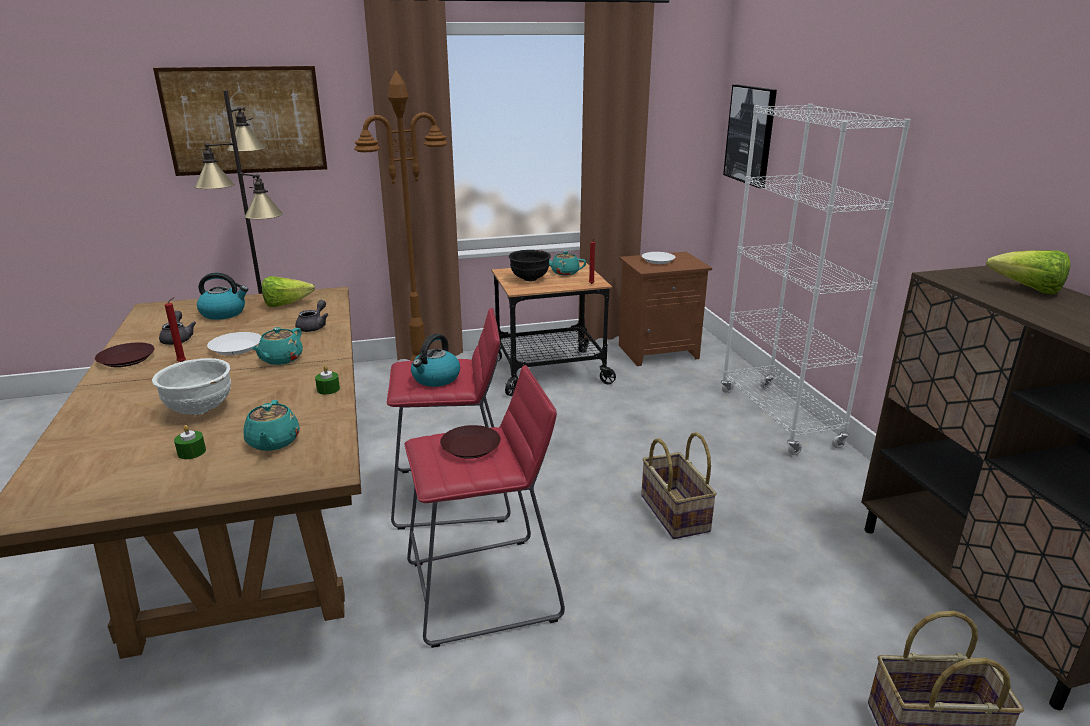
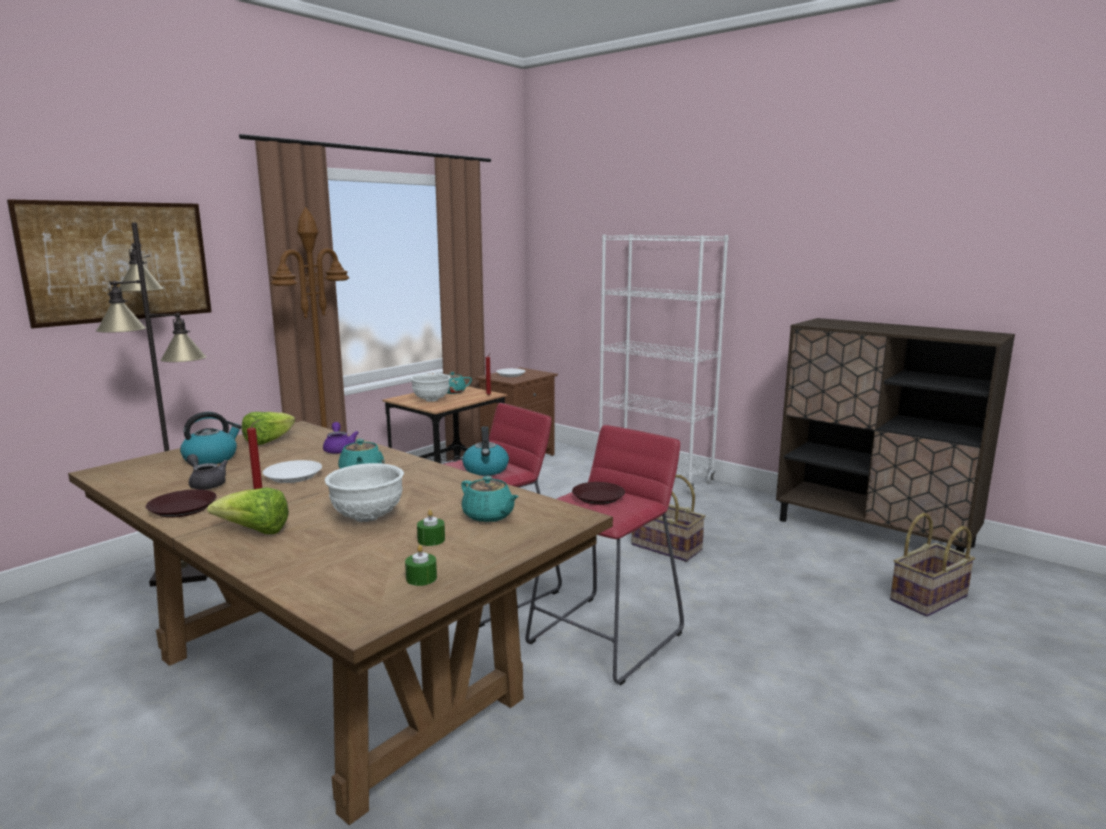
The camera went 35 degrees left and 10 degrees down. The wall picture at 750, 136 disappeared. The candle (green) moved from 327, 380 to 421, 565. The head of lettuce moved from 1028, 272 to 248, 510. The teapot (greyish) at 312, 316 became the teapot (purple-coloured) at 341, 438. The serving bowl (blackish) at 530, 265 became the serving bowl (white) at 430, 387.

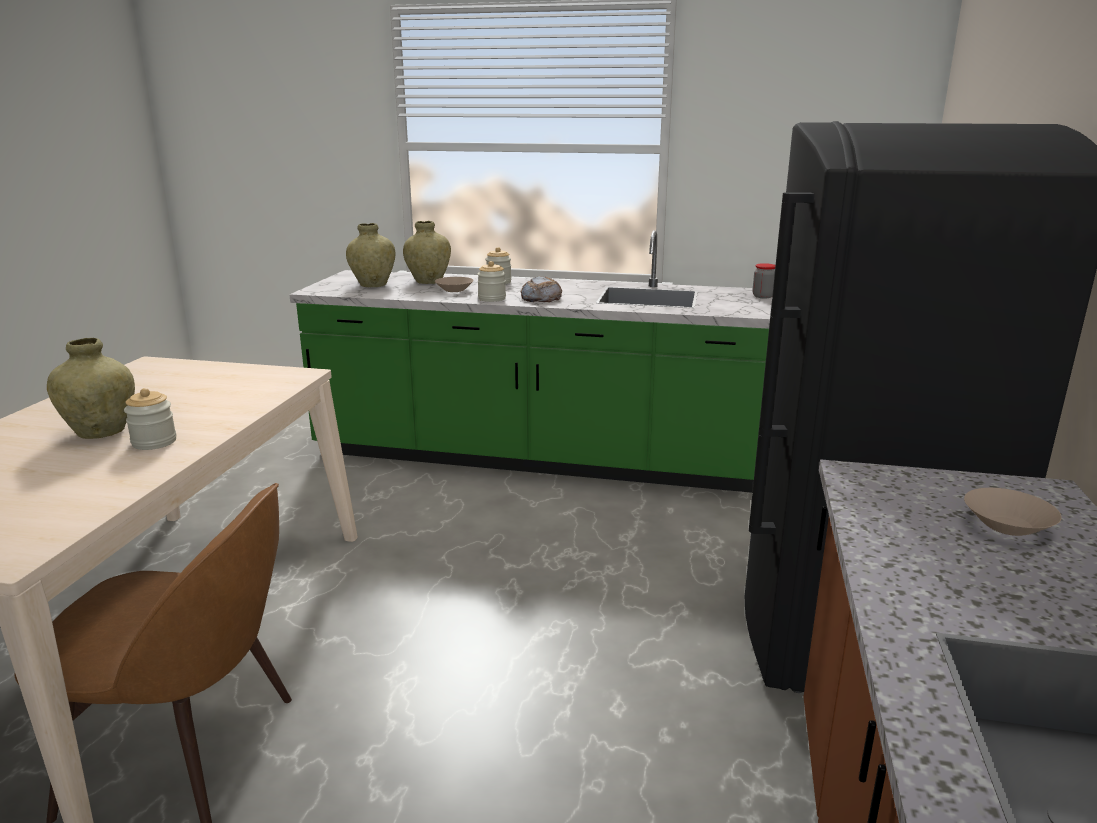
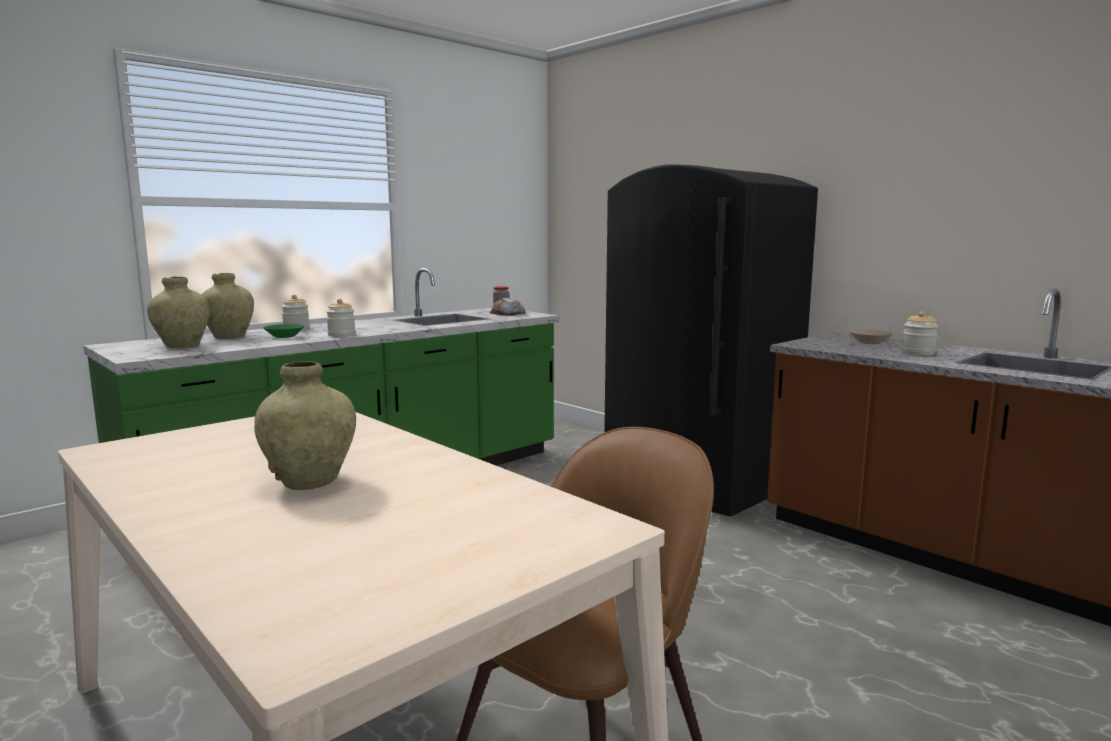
The camera went 55 degrees left and 10 degrees down. The jar moved from 150, 419 to 919, 333. The bread moved from 541, 289 to 507, 306. The serving bowl (sand-coloured) at 454, 284 became the serving bowl (green) at 284, 331.

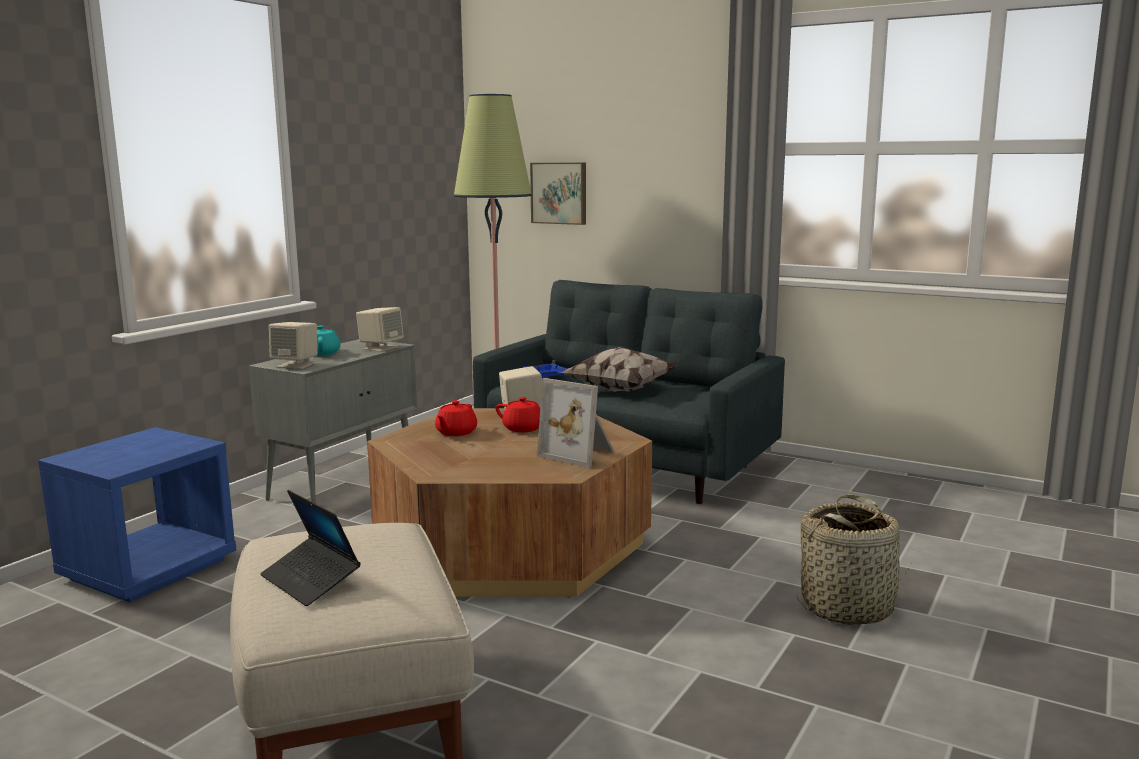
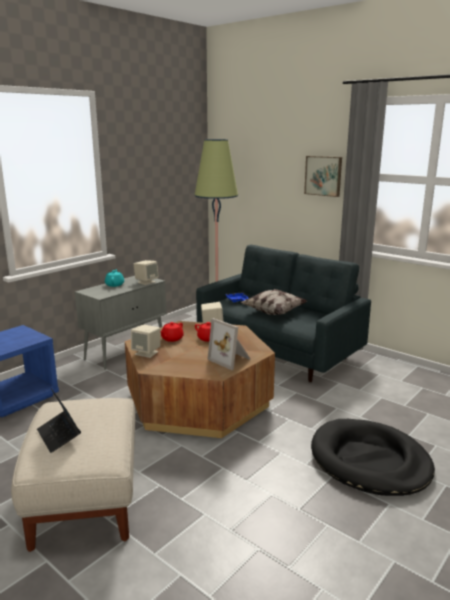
The camera went 10 degrees right and 5 degrees up. The speaker (sand-coloured) moved from 293, 345 to 146, 341. The wall picture moved from 558, 194 to 323, 176. The household basket at 854, 559 was replaced by the dog cushion (blackish) at 373, 457.

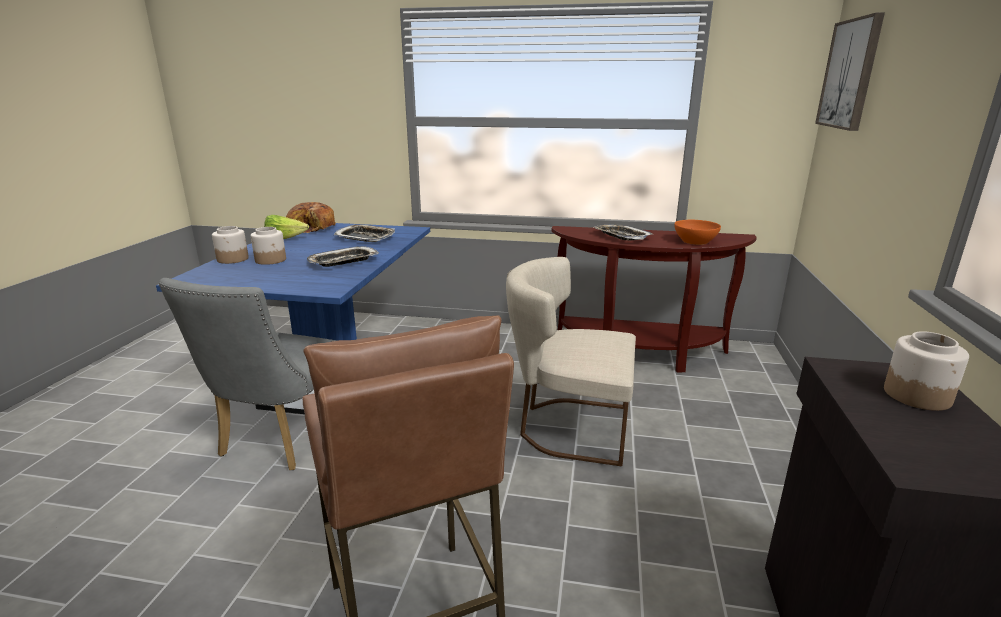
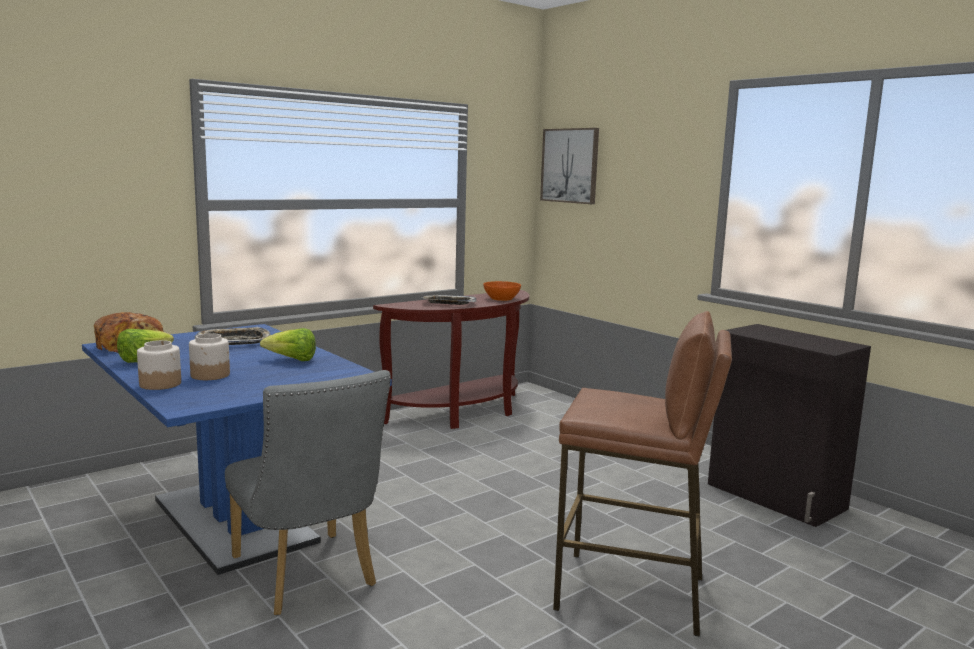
The camera went 50 degrees left and 10 degrees down. The plain chair (sand-coloured) at 571, 361 disappeared. The jar at 926, 371 disappeared. The tray at 343, 256 was replaced by the head of lettuce at 288, 344.

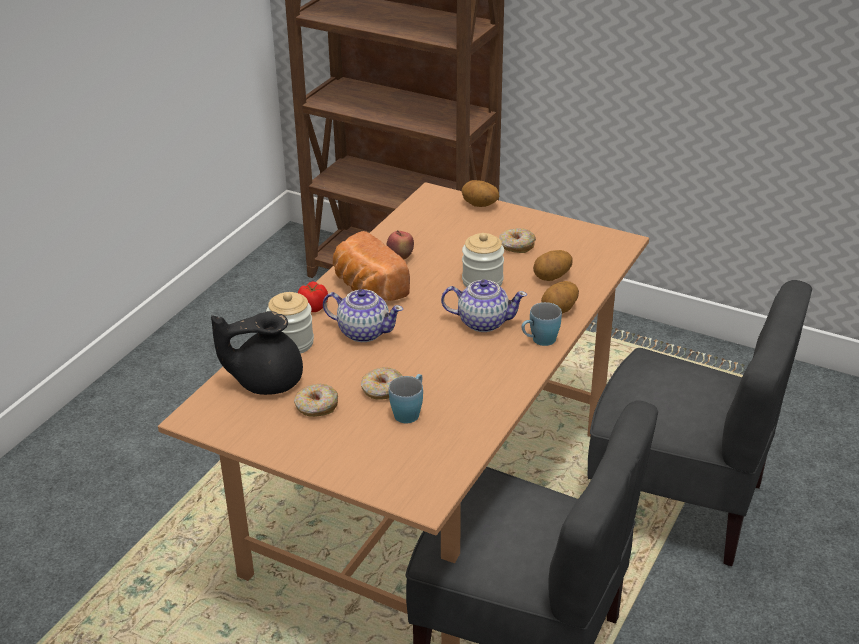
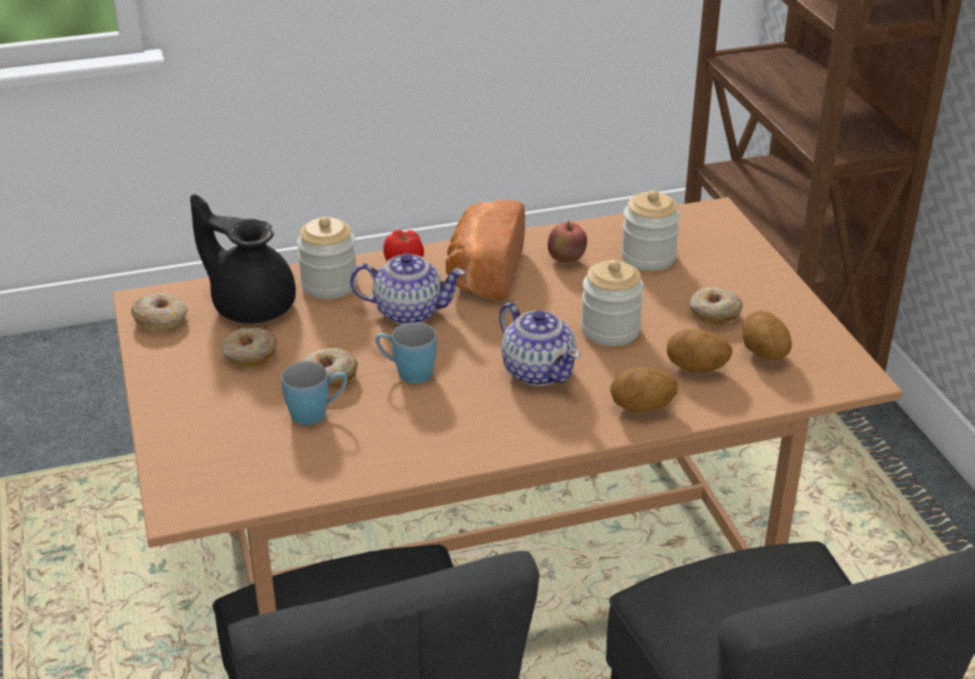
The camera went 45 degrees right and 0 degrees up. The ring doughnut at 159, 312 appeared. The jar at 650, 230 appeared. The spud moved from 481, 193 to 767, 335. The coffee mug (blue-coloured) moved from 542, 324 to 406, 353. The teapot at 363, 315 turned 60 degrees counterclockwise.

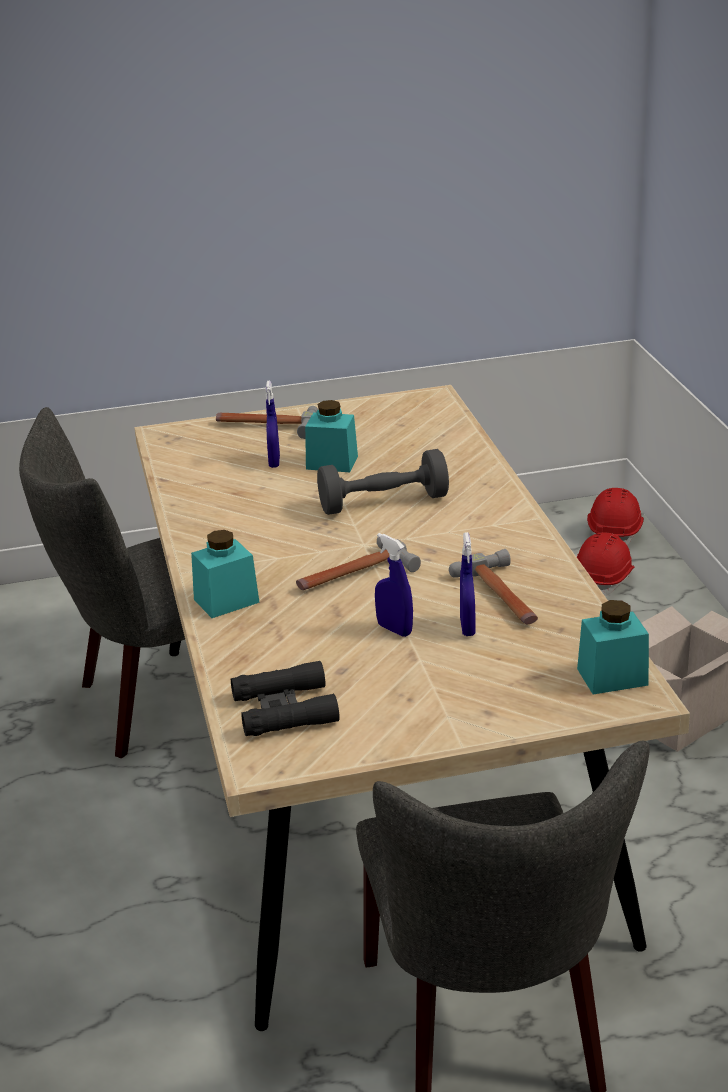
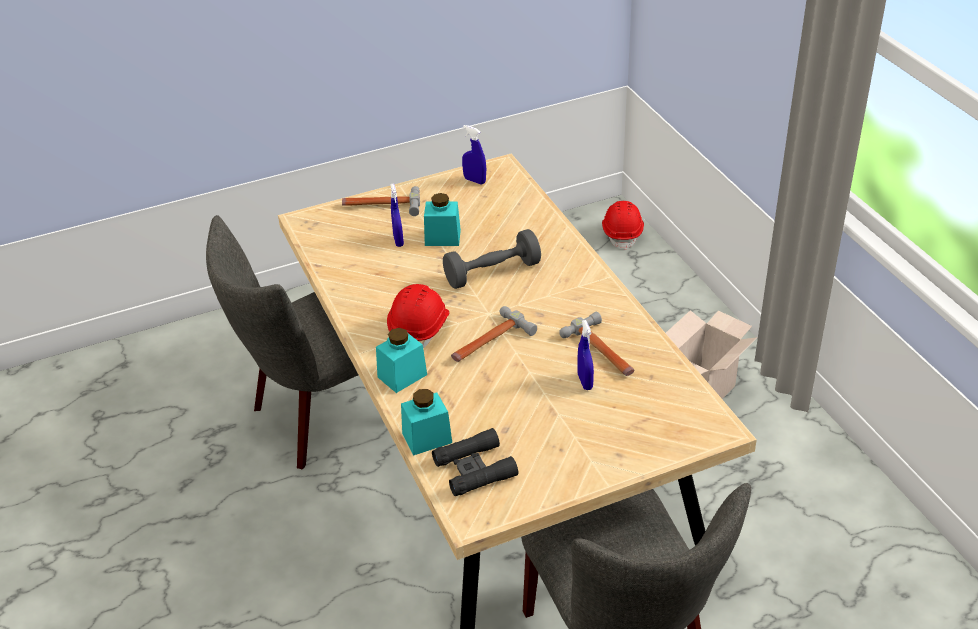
The camera went 10 degrees left and 10 degrees up. The spray bottle (blue-coloured) moved from 394, 585 to 474, 154. The work helmet (red-coloured) moved from 606, 564 to 418, 316. The jar (turquoise) moved from 613, 647 to 426, 422.

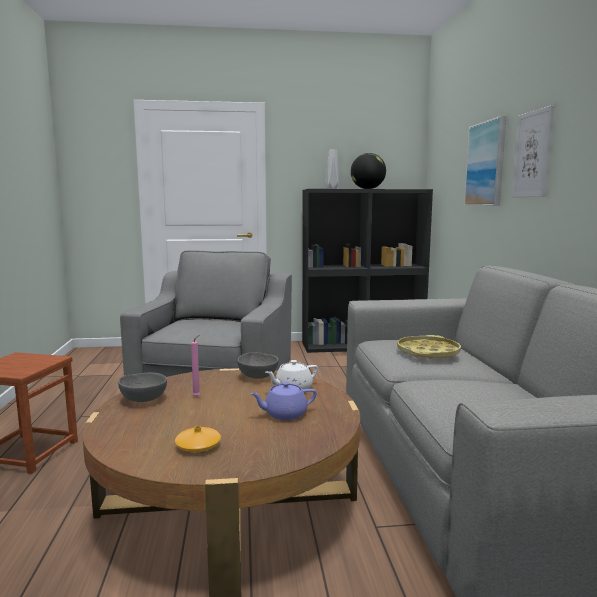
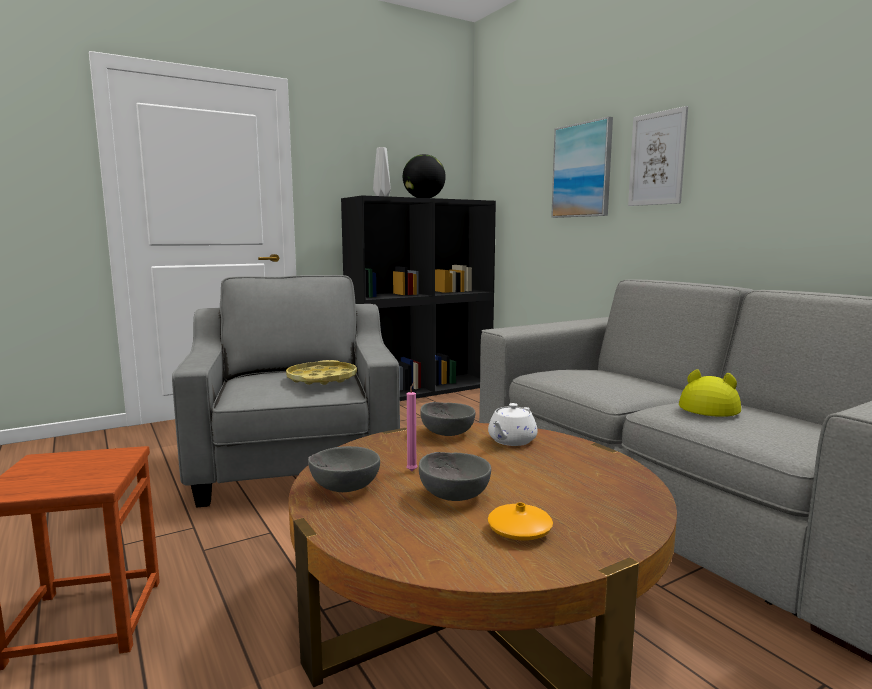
The camera went 25 degrees left and 0 degrees up. The teapot (purple-coloured) at 283, 401 disappeared. The serving bowl (greyish) at 455, 476 appeared. The clothing hat (yellow) at 710, 393 appeared. The tray (yellow) moved from 429, 347 to 321, 372.

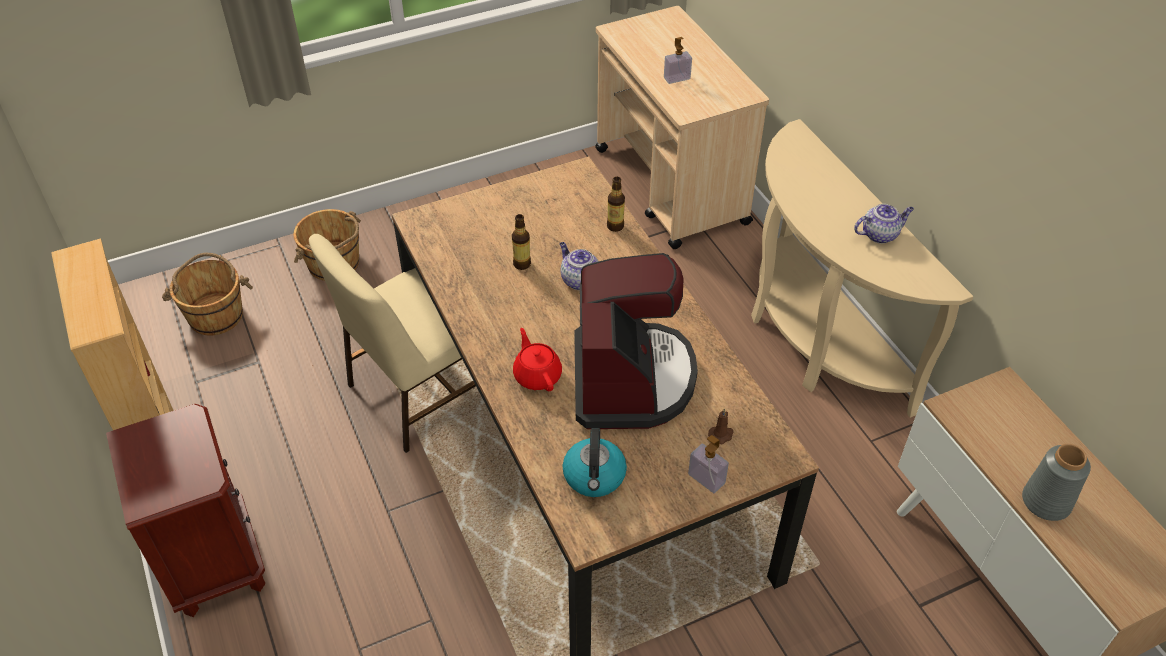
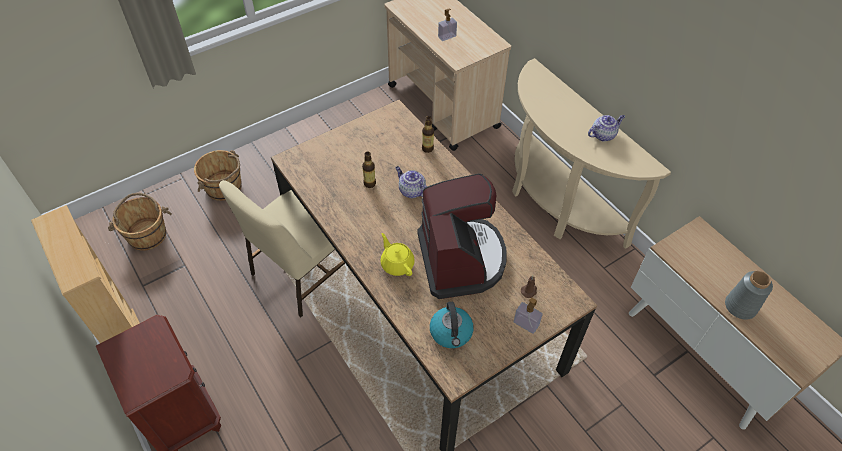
The camera went 10 degrees left and 5 degrees up. The teapot (red-coloured) at 537, 359 became the teapot (yellow) at 398, 254.

